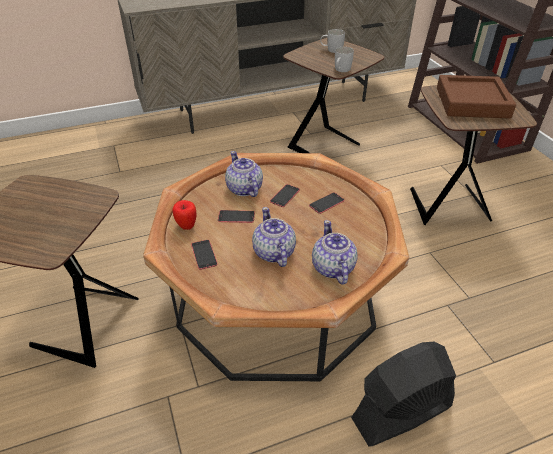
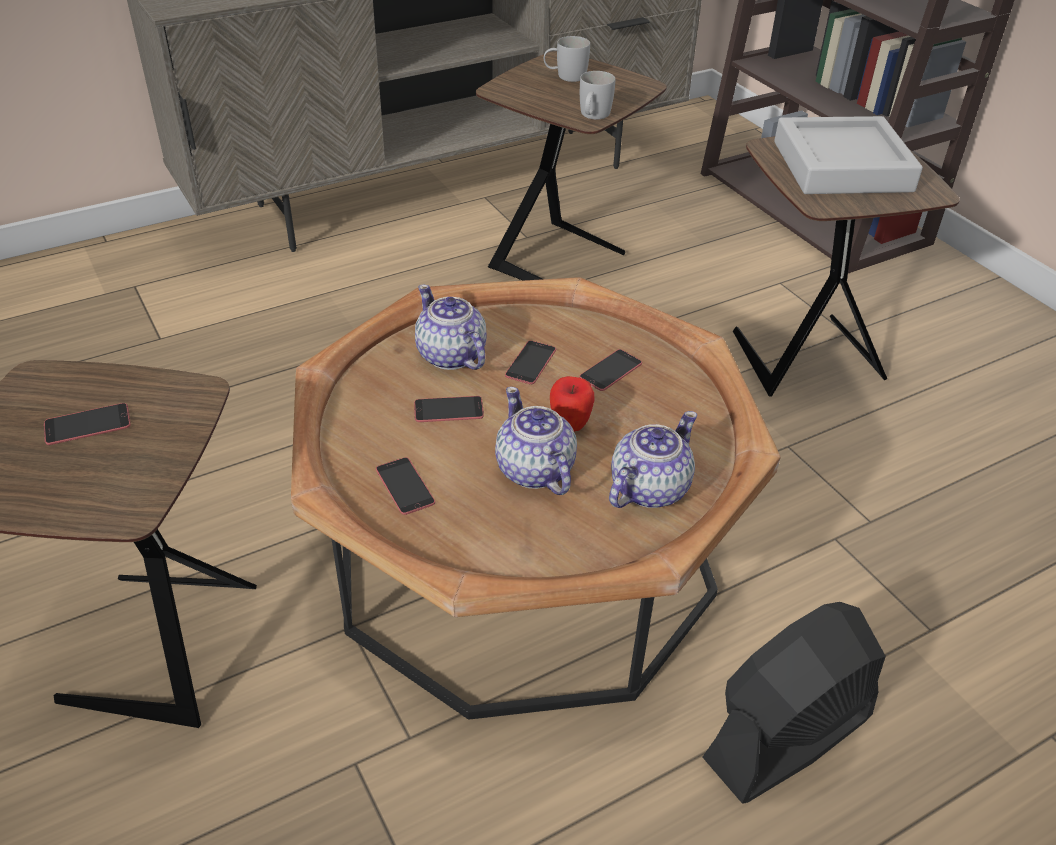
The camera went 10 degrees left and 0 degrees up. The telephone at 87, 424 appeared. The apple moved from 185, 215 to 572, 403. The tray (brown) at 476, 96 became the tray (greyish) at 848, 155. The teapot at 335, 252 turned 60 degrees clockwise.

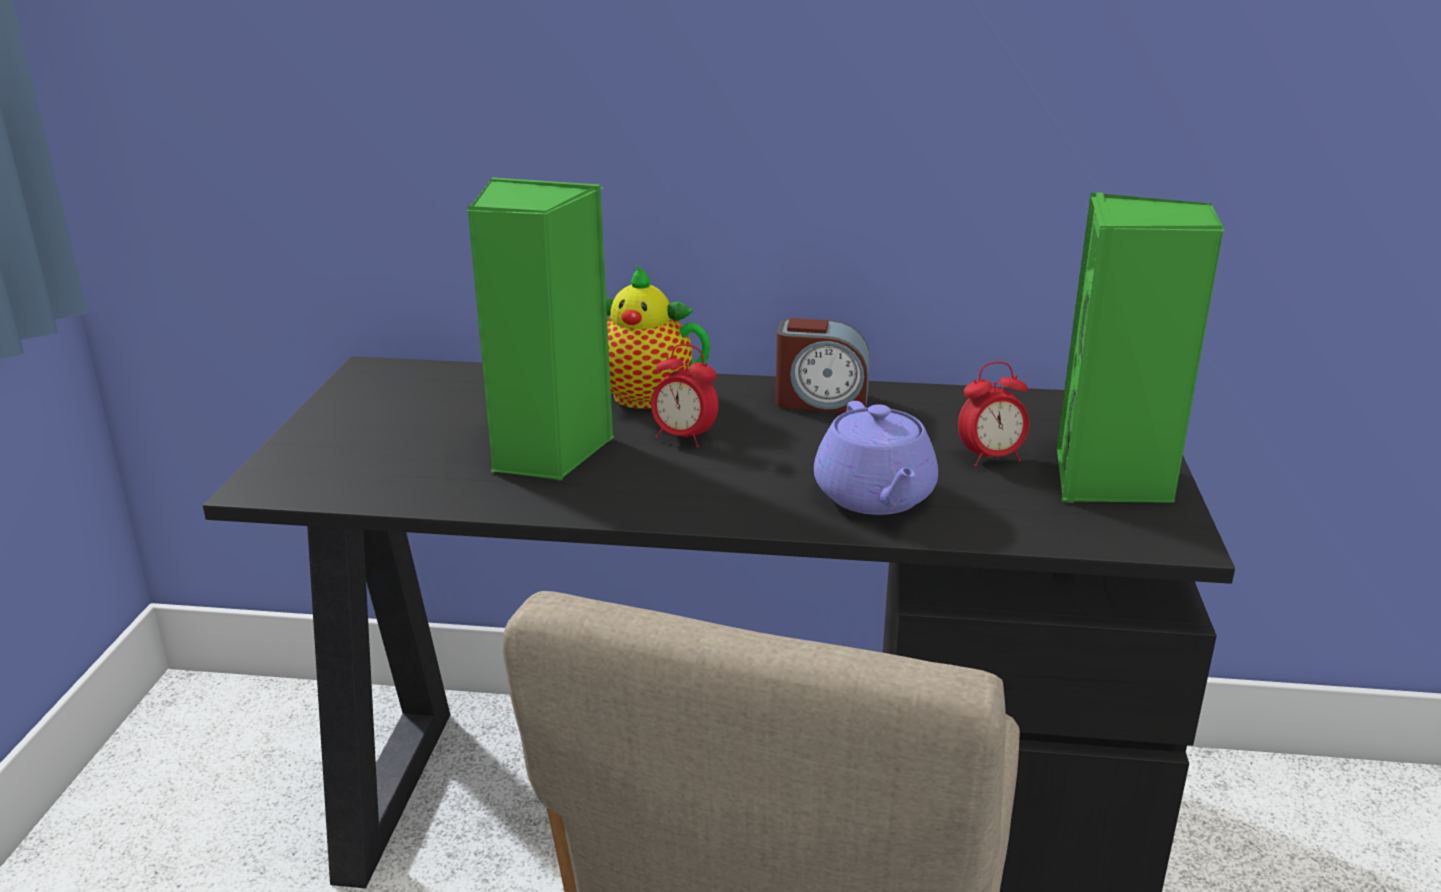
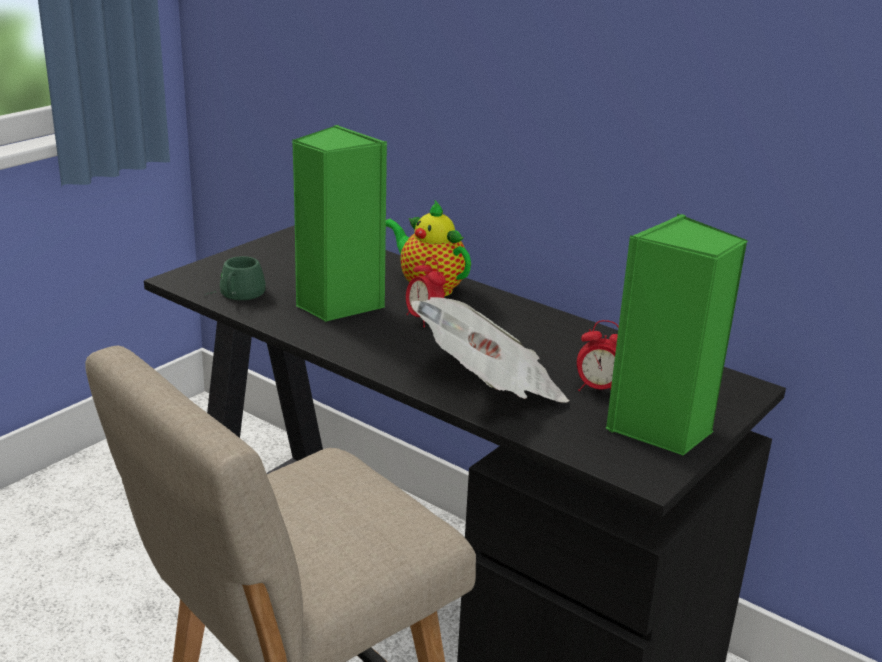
The camera went 30 degrees right and 0 degrees up. The alarm clock at 823, 365 disappeared. The coffee mug (green) at 235, 278 appeared. The teapot (purple-coloured) at 876, 458 was replaced by the printed paper at 490, 350.

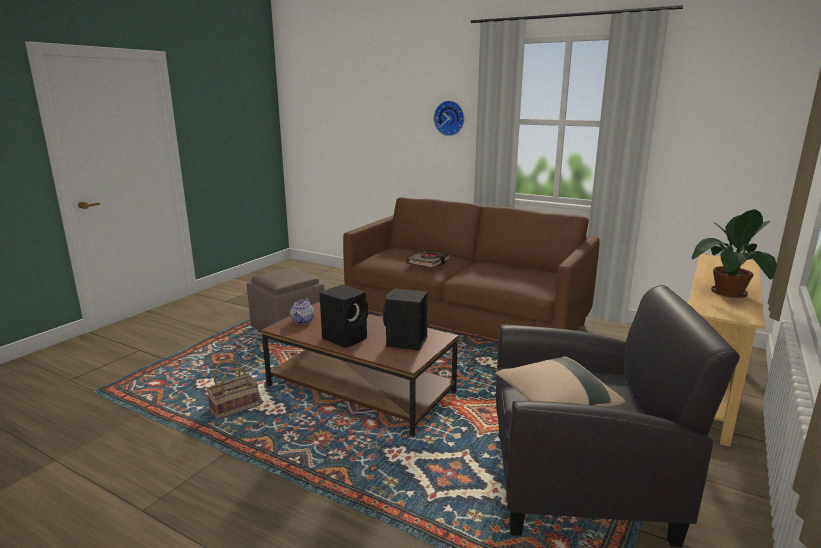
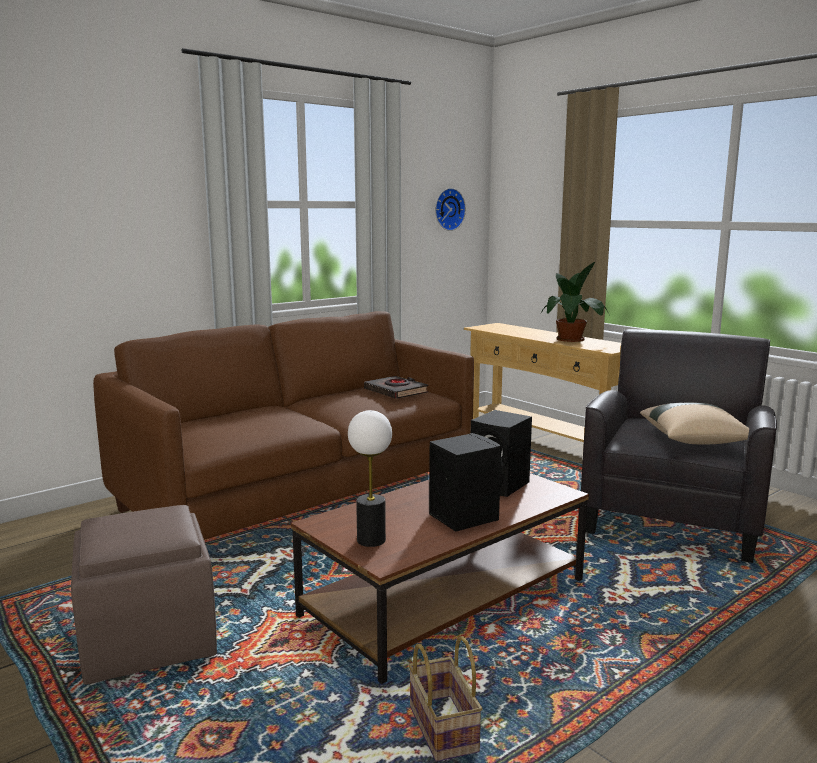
The camera went 70 degrees left and 5 degrees down. The book (blackish) moved from 429, 258 to 396, 387. The wall clock moved from 449, 118 to 450, 209. The teapot at 302, 311 was replaced by the lamp for a table at 370, 478.

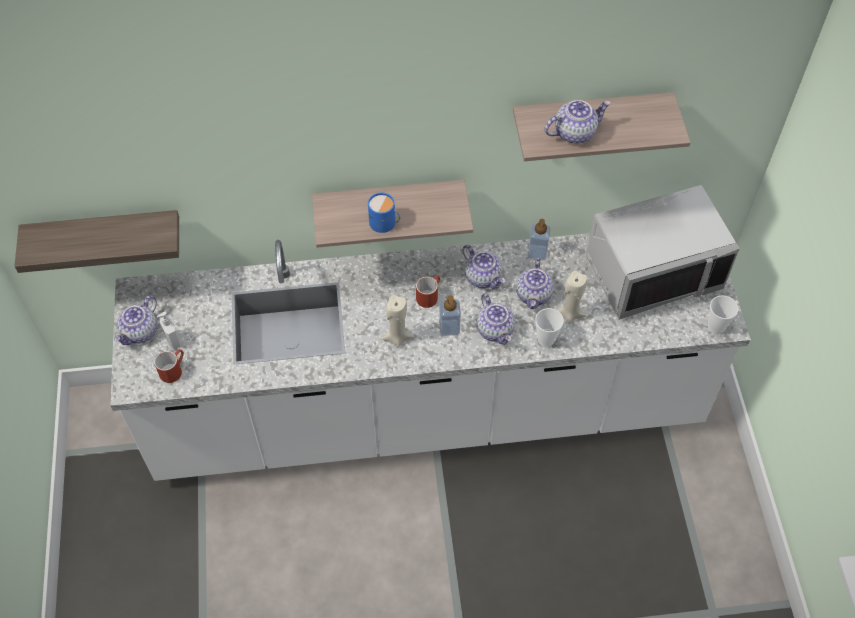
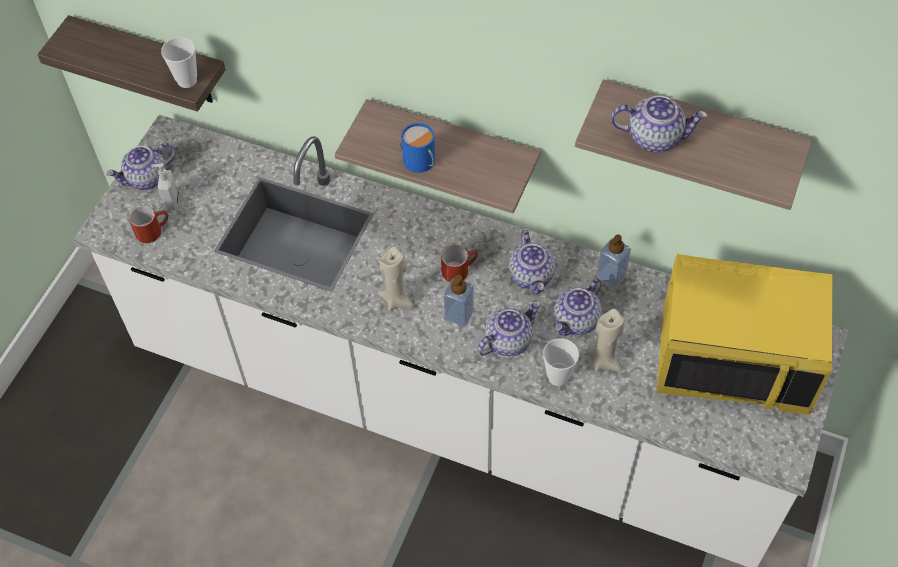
The camera went 30 degrees right and 0 degrees up. The cup moved from 723, 314 to 179, 62. The microwave oven (greyish) at 663, 252 became the microwave oven (yellow) at 745, 334. The teapot at 496, 319 turned 135 degrees counterclockwise.

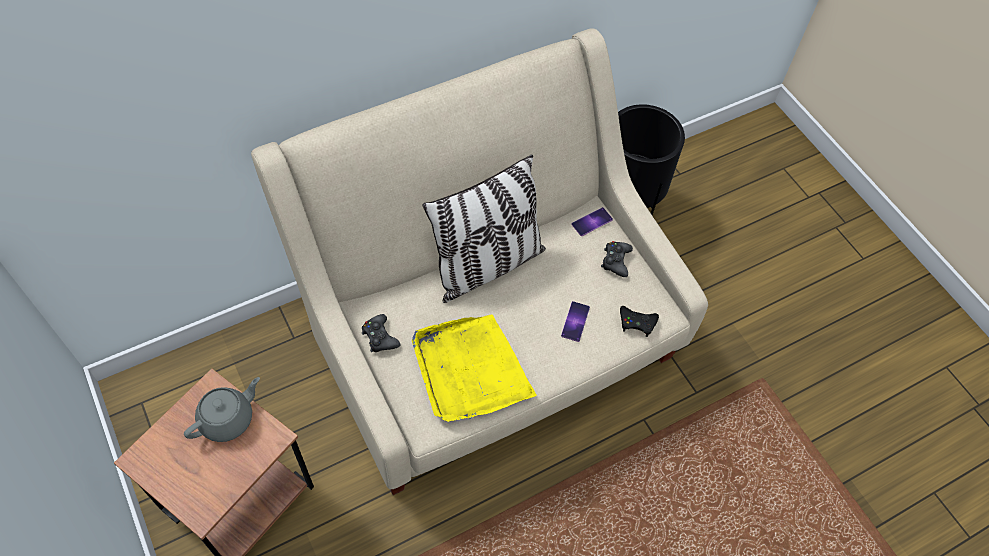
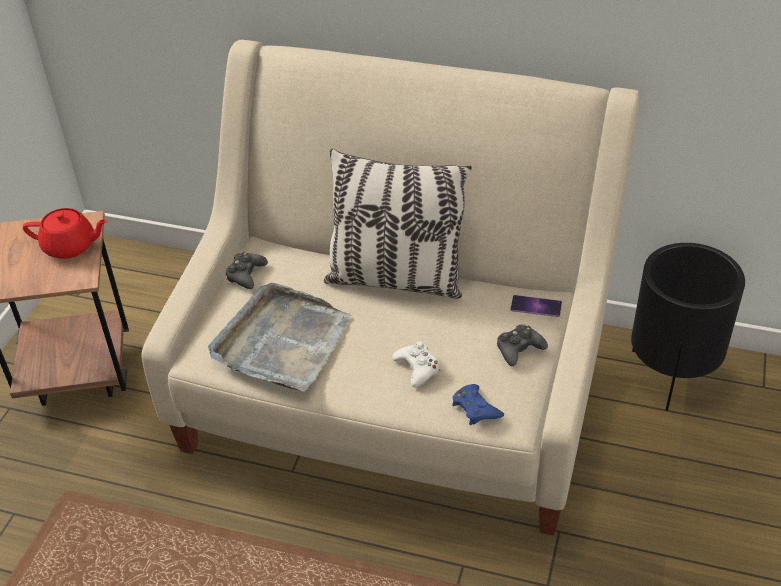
The camera went 50 degrees right and 15 degrees down. The telephone at 575, 321 was replaced by the game controller (white) at 416, 364. The teapot (greyish) at 222, 409 became the teapot (red-coloured) at 65, 233. The tray (yellow) at 474, 368 became the tray (greyish) at 279, 337. The game controller (blackish) at 639, 321 became the game controller (blue-coloured) at 478, 404.

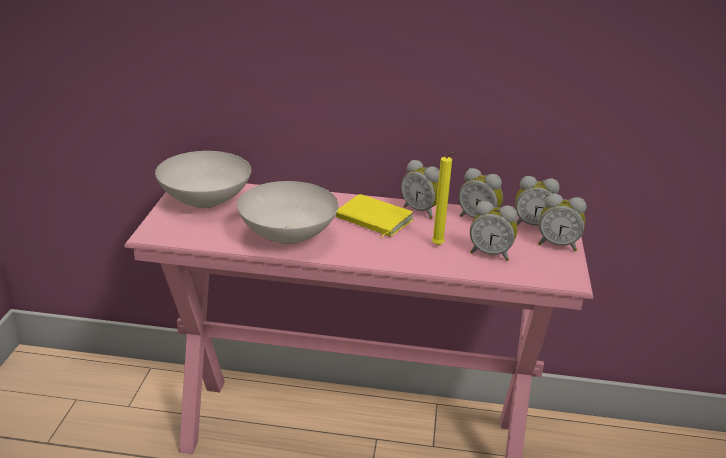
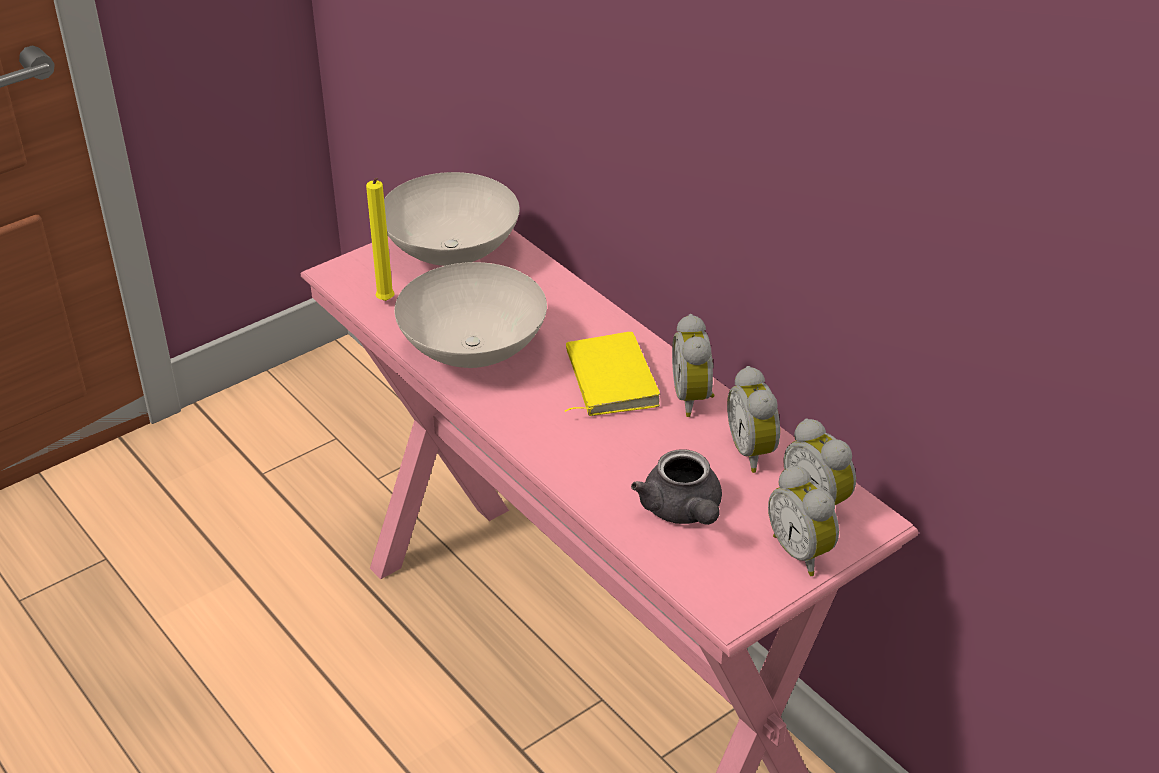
The camera went 45 degrees right and 10 degrees up. The candle (yellow) moved from 445, 198 to 380, 239. The alarm clock at 493, 231 was replaced by the teapot (greyish) at 676, 487.

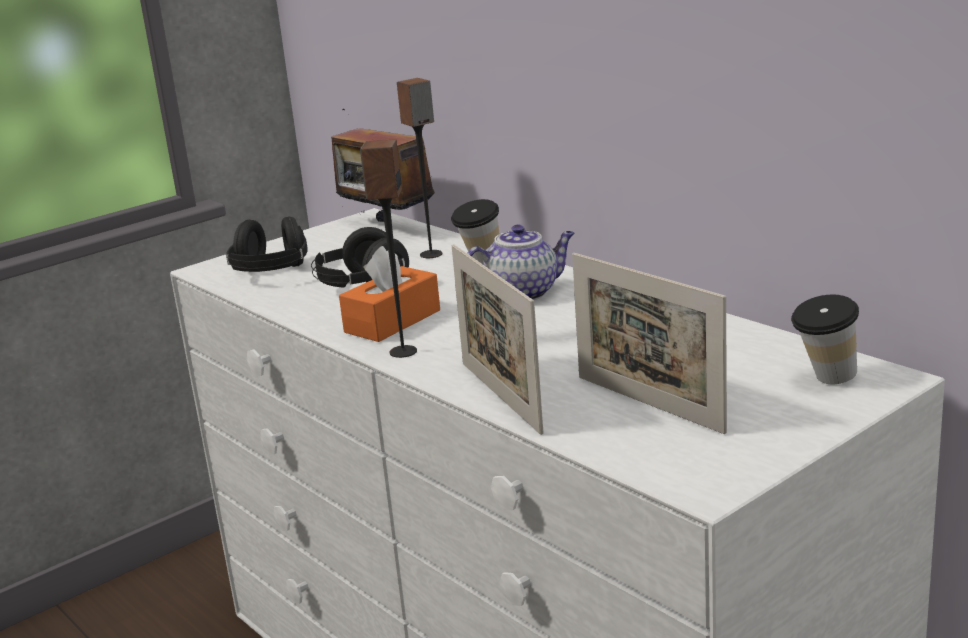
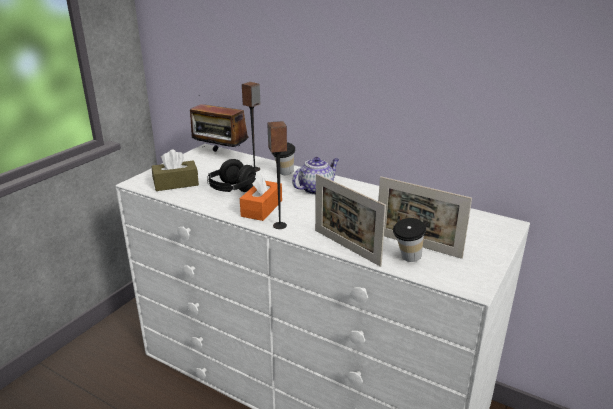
The camera went 20 degrees left and 5 degrees up. The cup moved from 825, 339 to 409, 240. The headset (blackish) at 267, 244 was replaced by the tissue holder (brown) at 175, 170.

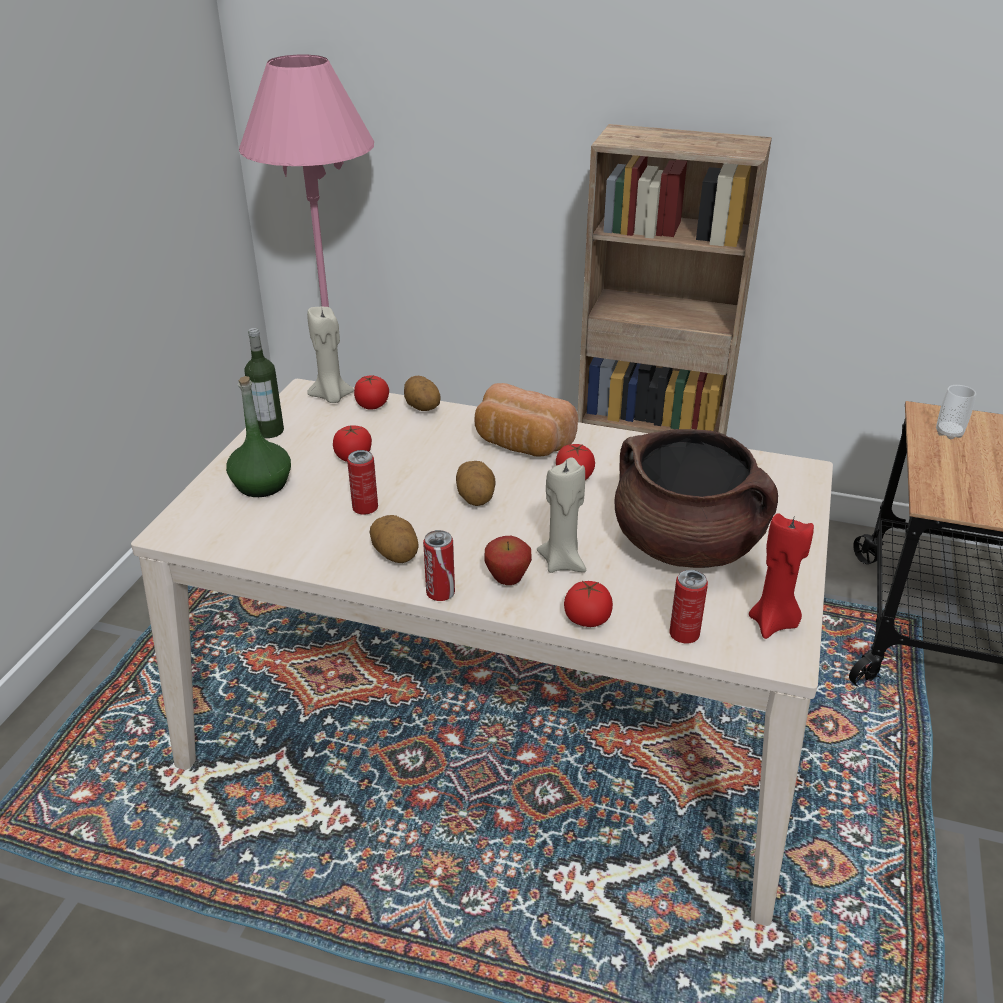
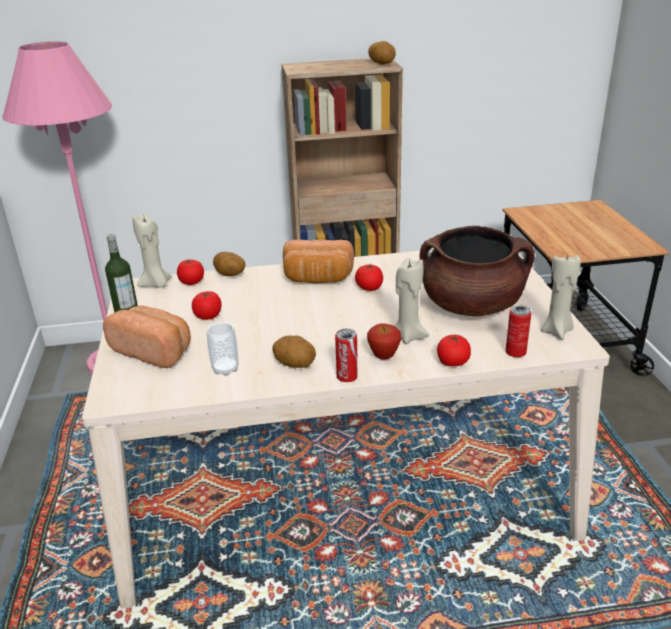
The camera went 25 degrees left and 5 degrees down. The can at 362, 482 disappeared. The spud moved from 476, 483 to 382, 53. The cup moved from 956, 412 to 222, 349. The bottle (green) at 258, 436 was replaced by the bread at 147, 336. The candle (red-coloured) at 781, 576 became the candle (sand-coloured) at 560, 297.

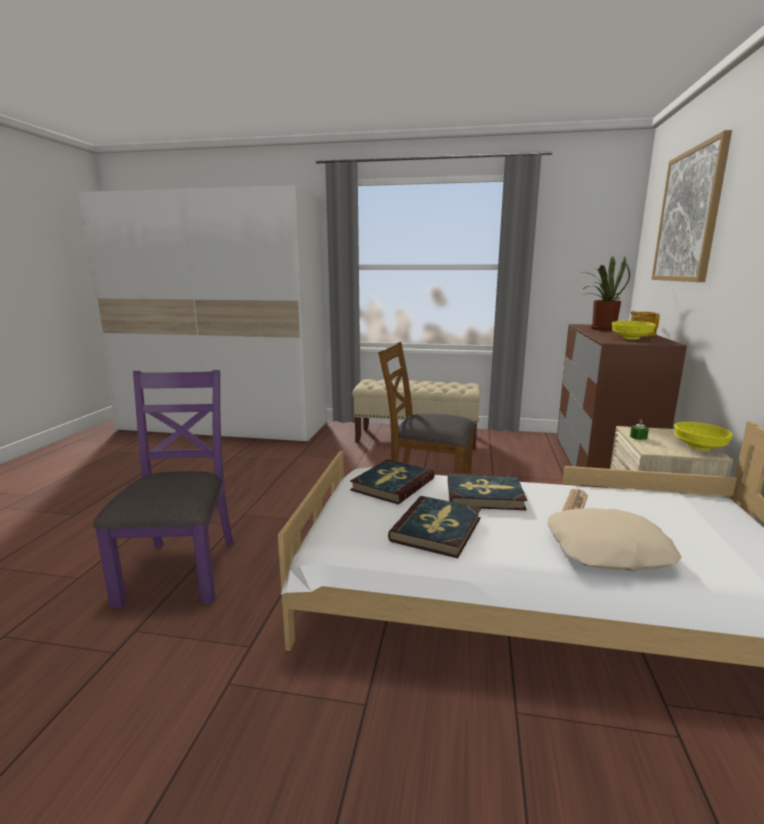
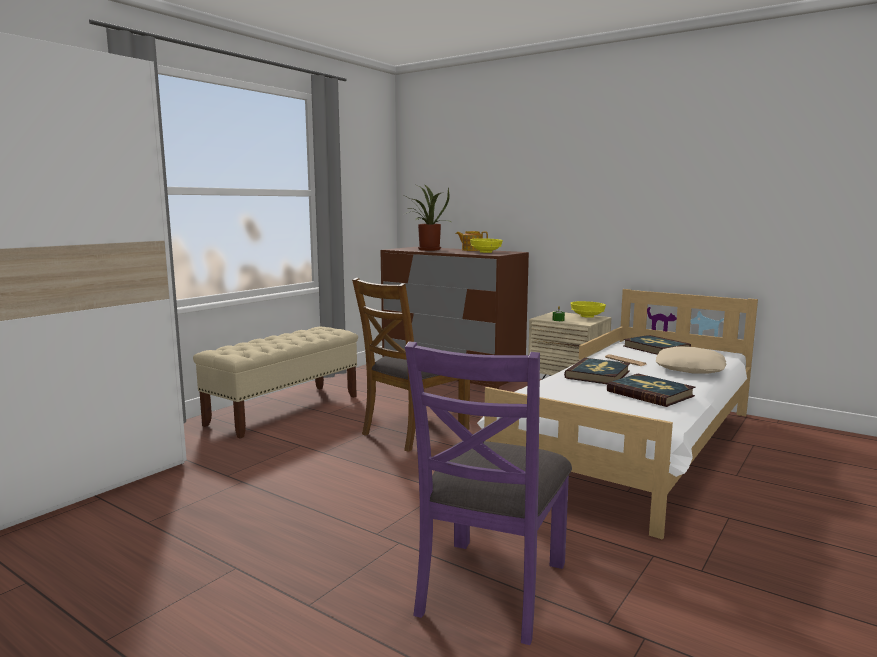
The camera went 65 degrees left and 5 degrees down. The wall picture at 692, 206 disappeared. The book moved from 392, 481 to 657, 345. The plain chair (purple-coloured) at 163, 489 turned 90 degrees counterclockwise.

